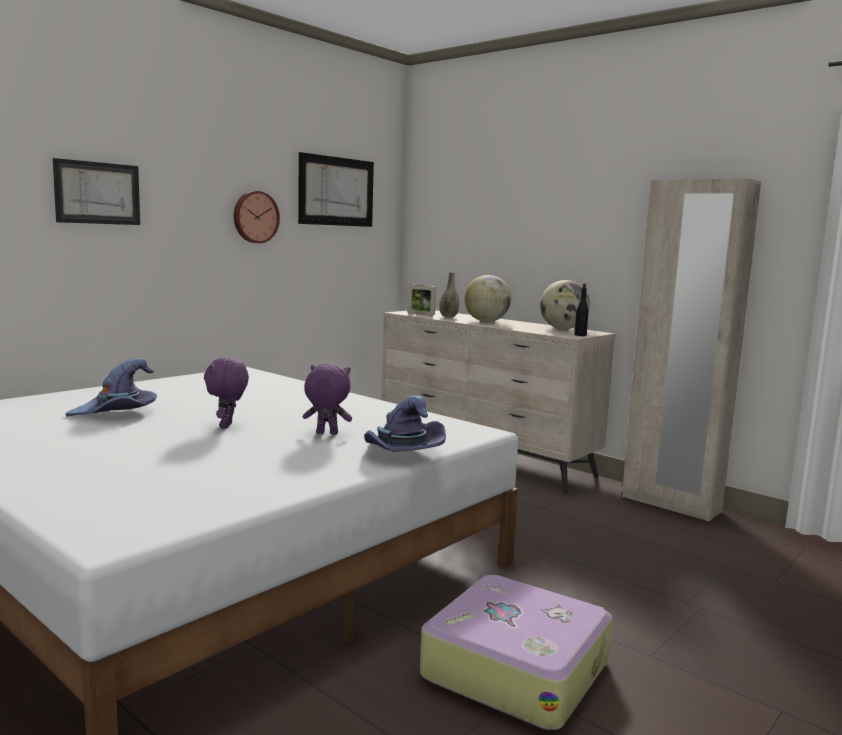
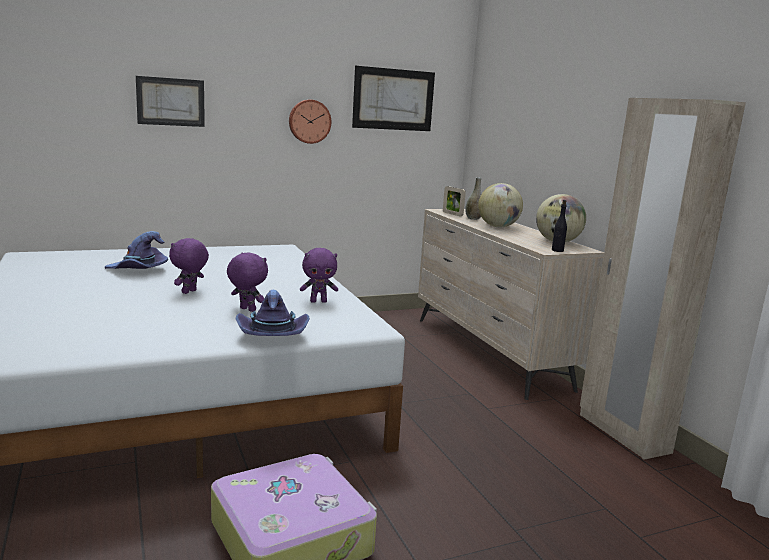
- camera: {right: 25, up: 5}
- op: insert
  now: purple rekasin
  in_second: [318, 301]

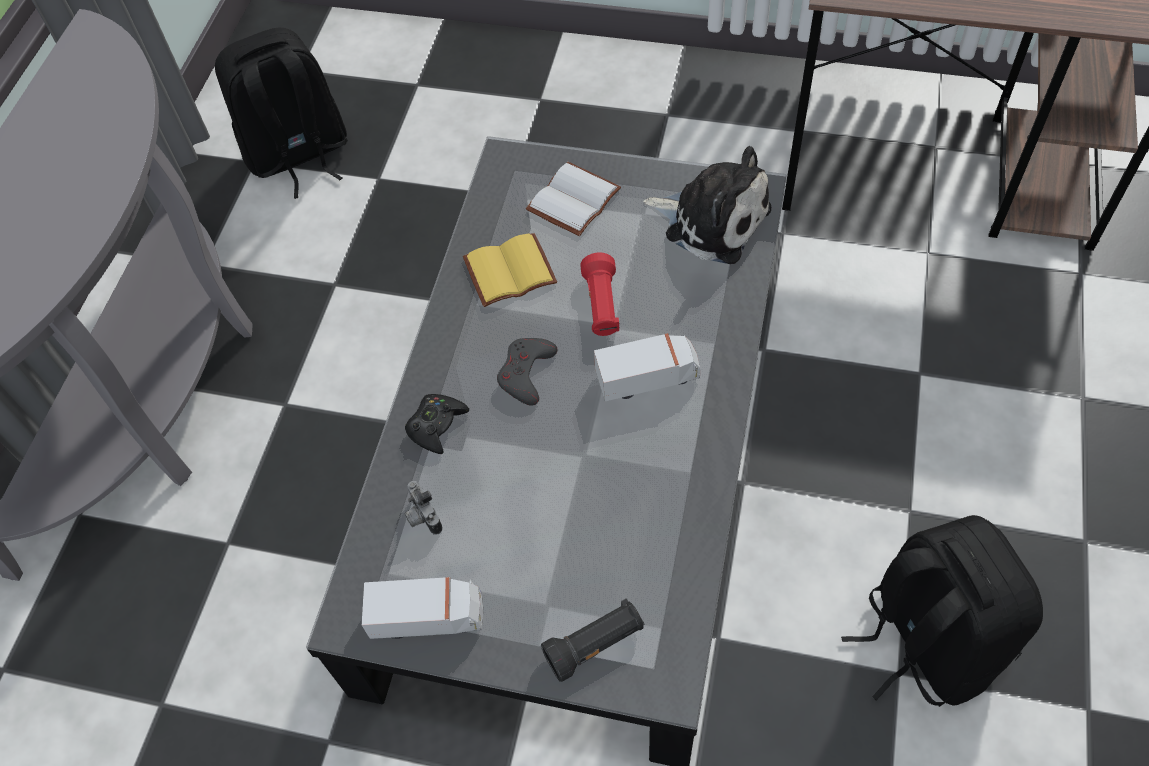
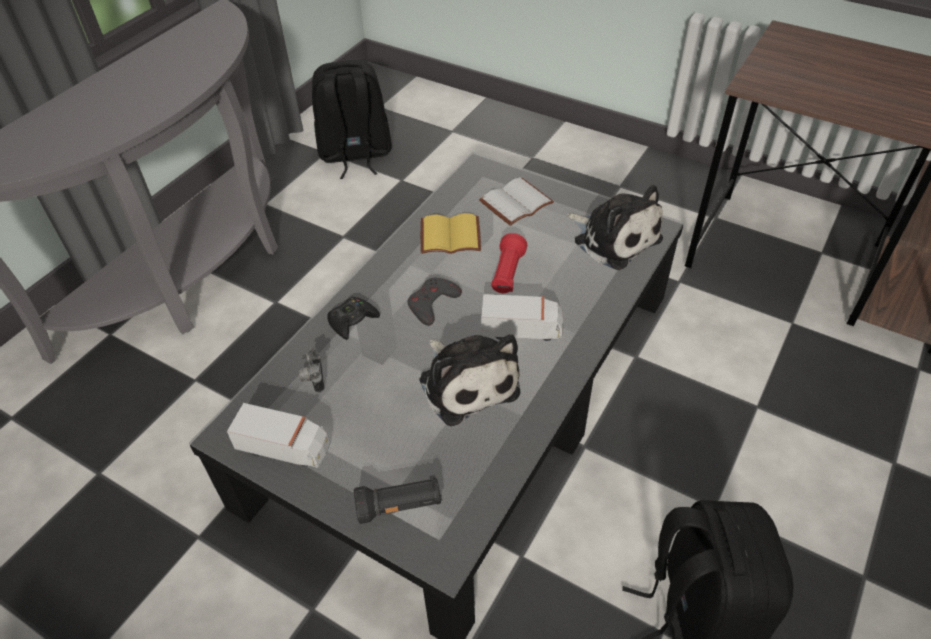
- camera: {right: 15, up: -10}
- op: insert
  now: rekasin
  in_second: [467, 382]

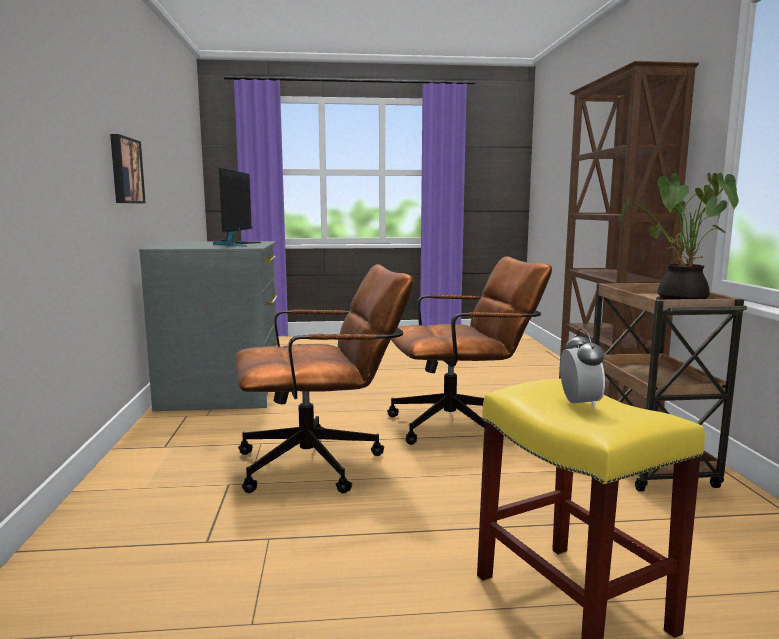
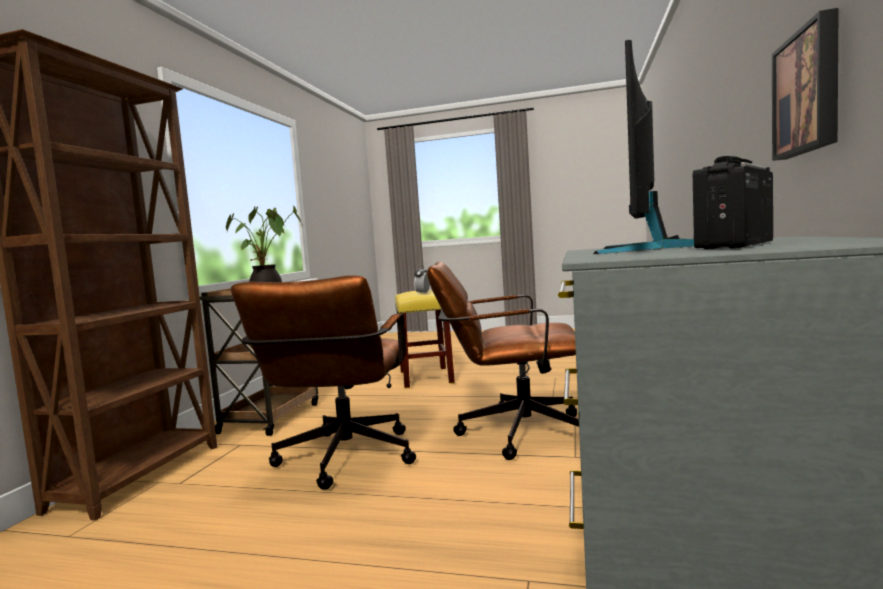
- camera: {right: -160, up: -5}
- op: insert
  now: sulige
  in_second: [735, 246]
- op: rotate
  was: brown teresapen
  in_first: [462, 424]
  in_second: [342, 462]
  clockwise: -90

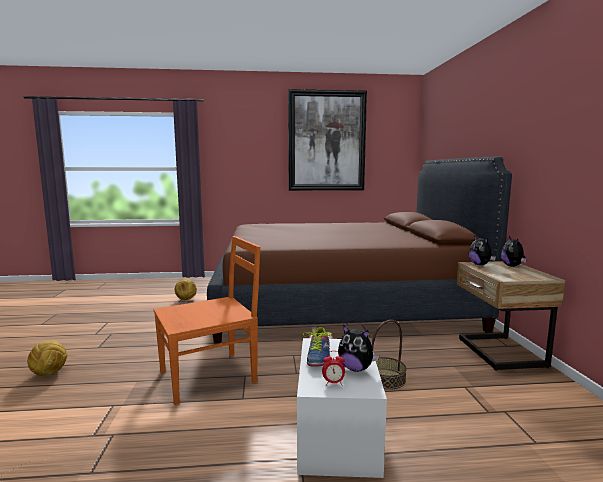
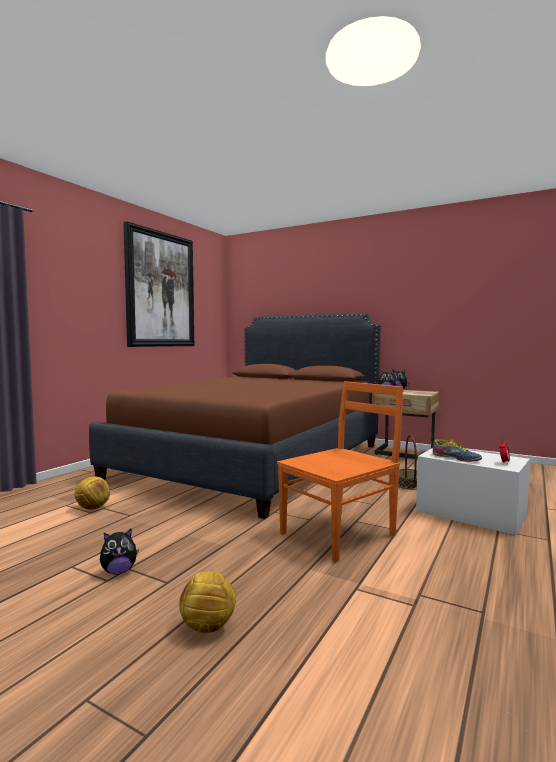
- camera: {right: -55, up: -5}
- op: move
  was: rekasin
  in_first: [356, 368]
  in_second: [119, 571]
- op: rotate
  was: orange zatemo
  in_first: [210, 376]
  in_second: [340, 533]
  clockwise: 45

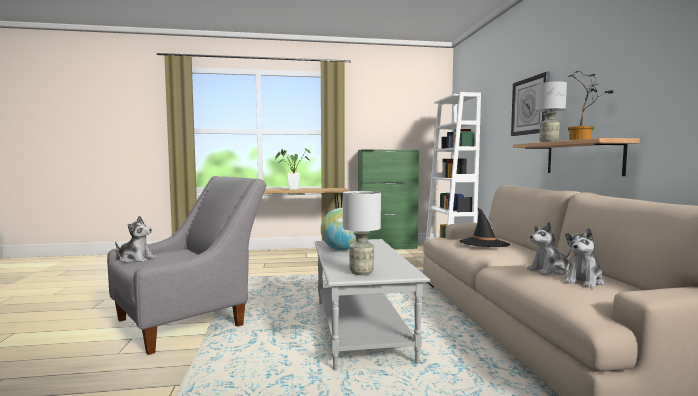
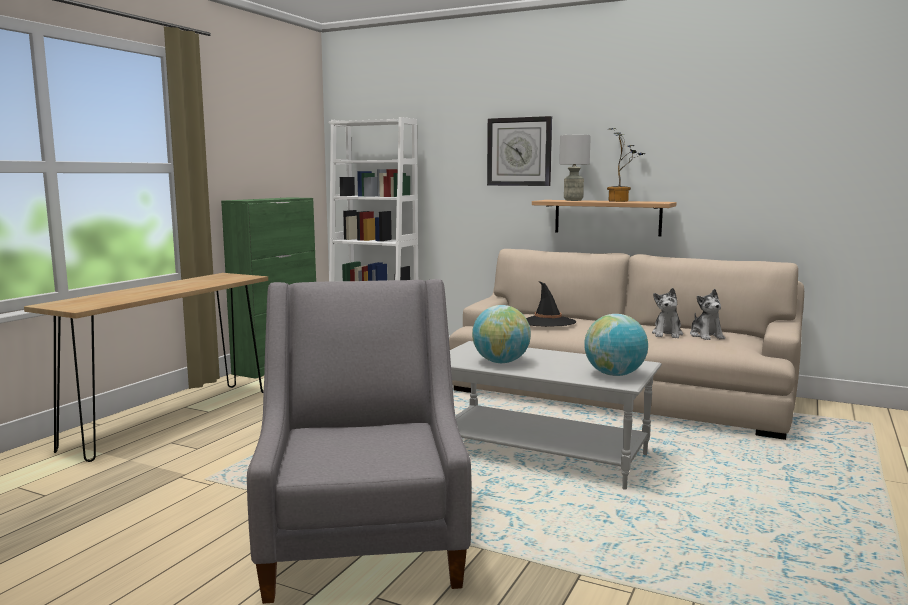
- camera: {right: -55, up: 5}
- op: delete
  was: rekasin
  in_first: [136, 259]
- op: delete
  was: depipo
  in_first: [291, 189]
- op: replace
  was: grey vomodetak
  now: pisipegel
  in_first: [361, 272]
  in_second: [614, 374]

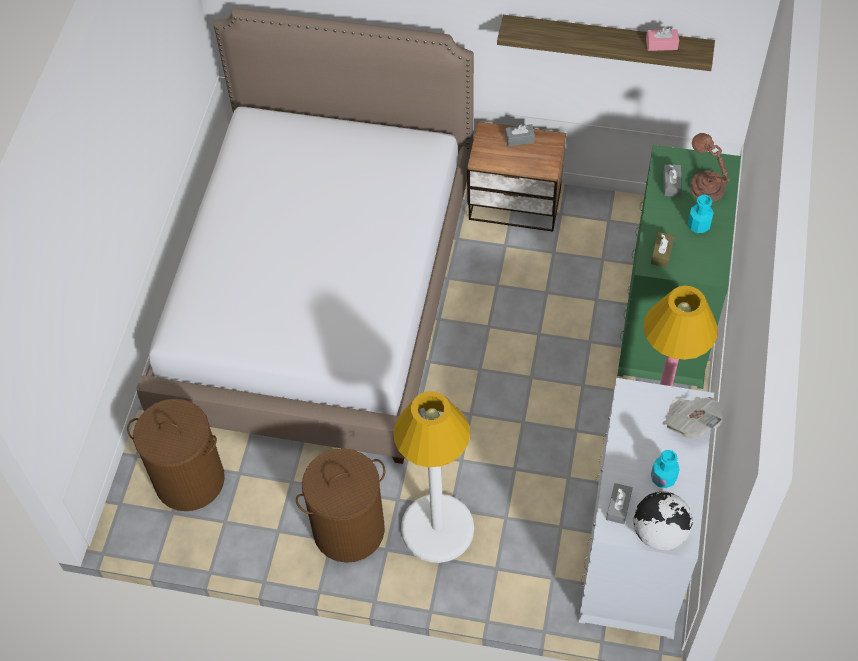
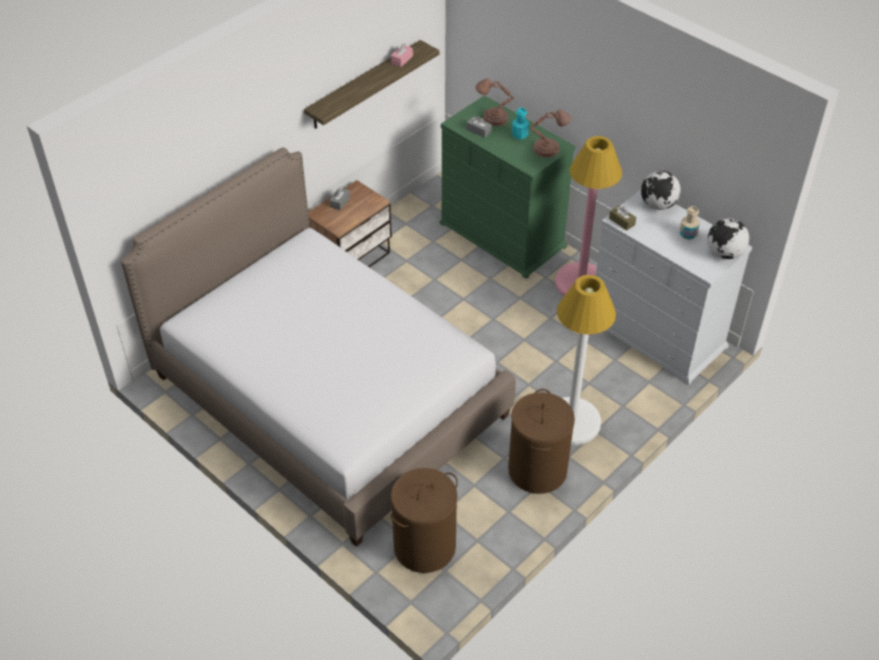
- camera: {right: -60, up: -10}
- op: delete
  was: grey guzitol
  in_first: [618, 506]
- op: insert
  now: brown vomodetak
  in_second: [548, 149]
- op: move
  was: brown guzitol
  in_first: [661, 253]
  in_second: [622, 221]
- op: replace
  was: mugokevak
  now: pisipegel
  in_first: [690, 422]
  in_second: [657, 205]
- op: recolor
  was: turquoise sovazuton
  now: beige sovazuton
  in_first: [663, 478]
  in_second: [688, 234]

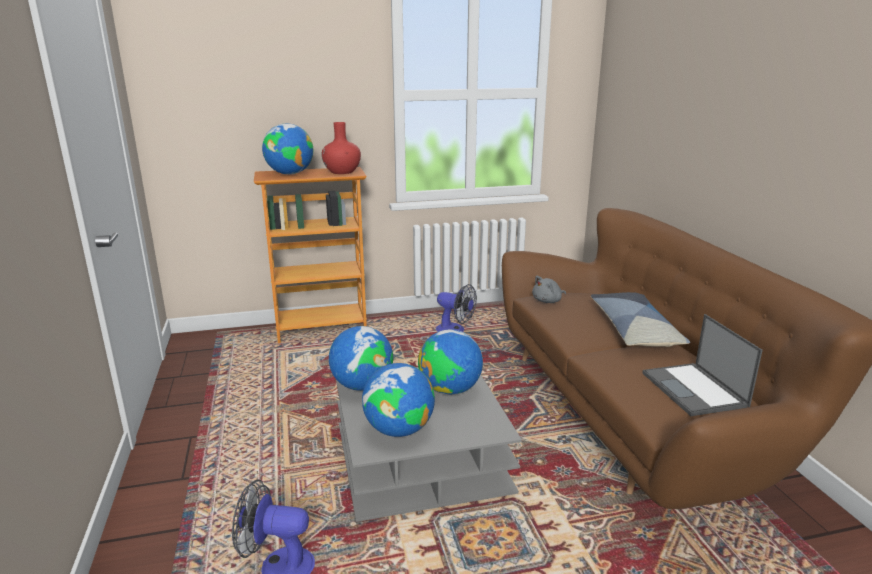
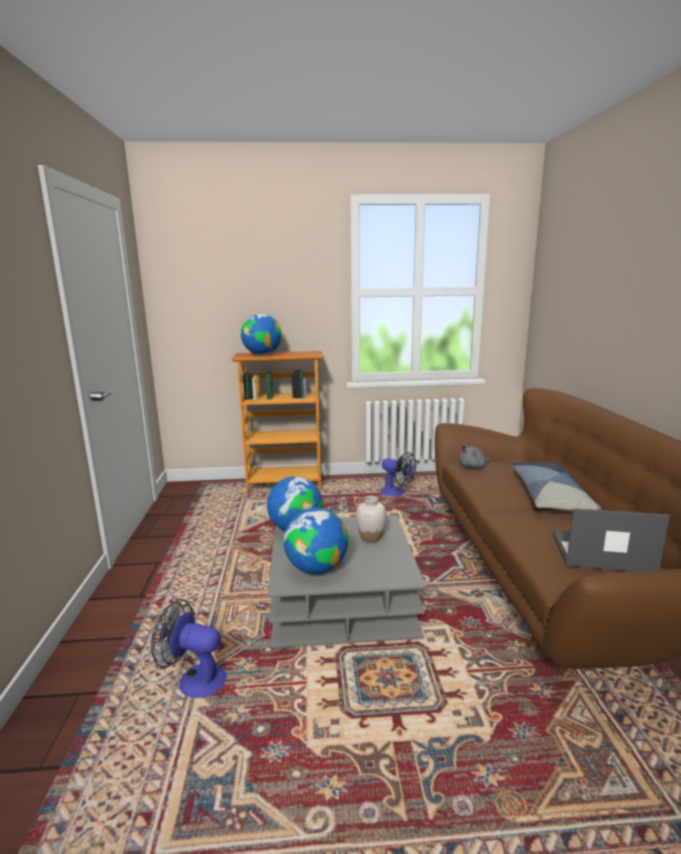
- camera: {right: 10, up: -5}
- op: delete
  was: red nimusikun
  in_first: [342, 172]
- op: replace
  was: pisipegel
  now: white nimusikun
  in_first: [450, 390]
  in_second: [371, 538]
- op: rotate
  was: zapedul
  in_first: [695, 390]
  in_second: [600, 552]
  clockwise: 105

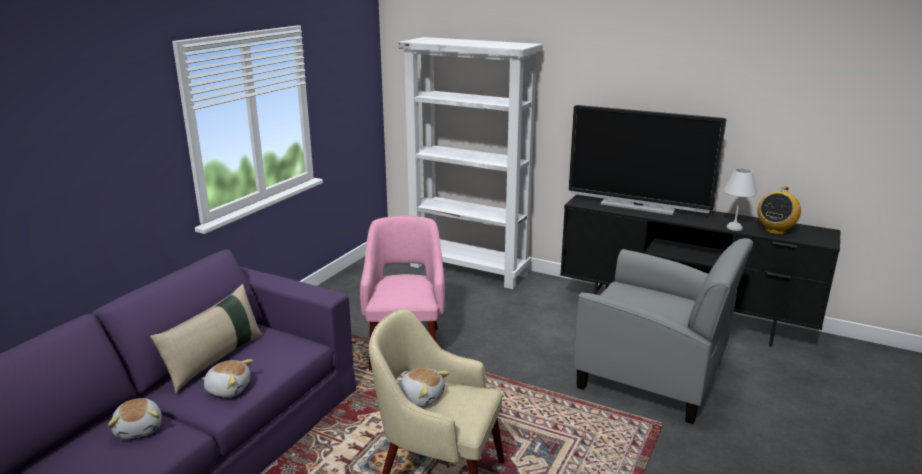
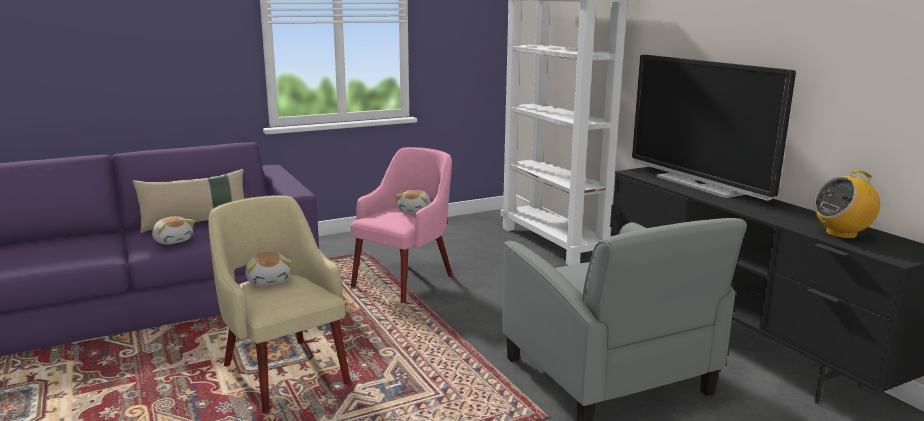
- camera: {right: 35, up: -5}
- op: delete
  was: white vomodetak
  in_first: [734, 228]
- op: move
  was: rekasin
  in_first: [140, 428]
  in_second: [415, 211]

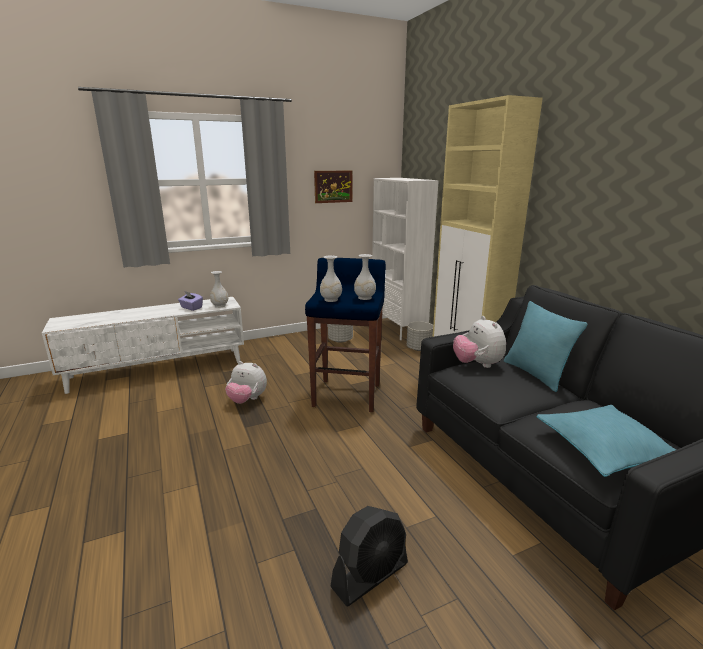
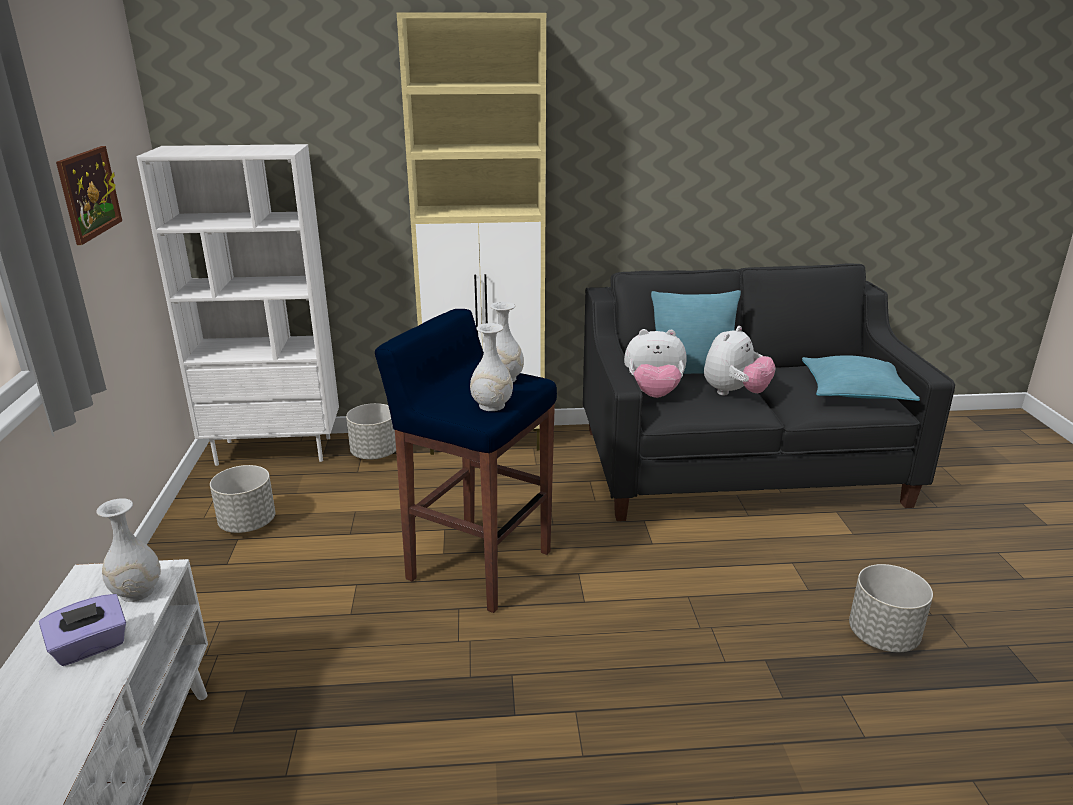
- camera: {right: -70, up: 5}
- op: move
  was: rekasin
  in_first: [247, 400]
  in_second: [734, 393]
- op: replace
  was: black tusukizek
  now: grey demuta
  in_first: [370, 575]
  in_second: [882, 636]

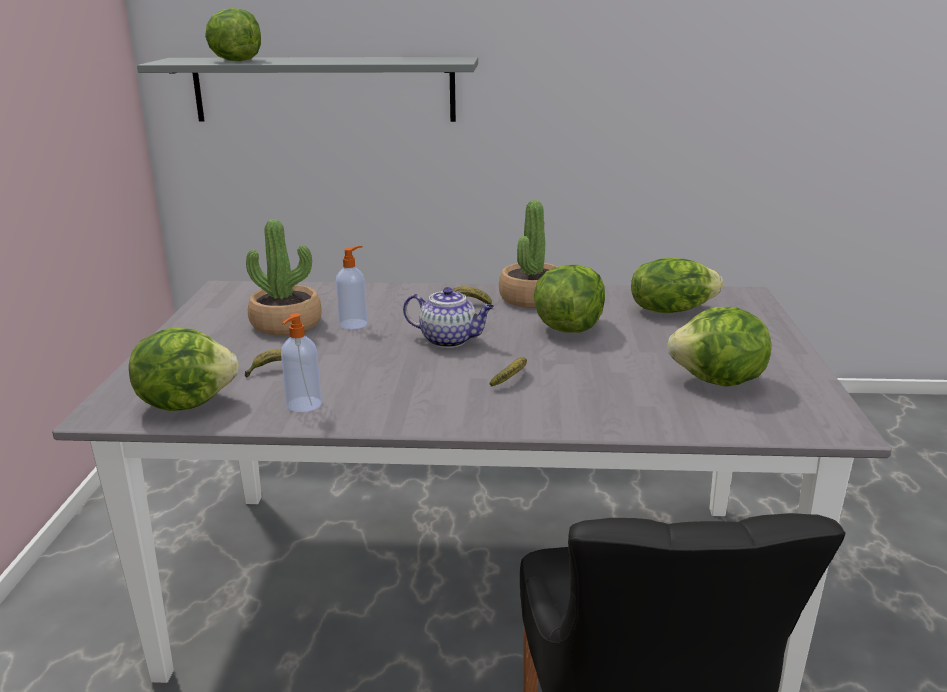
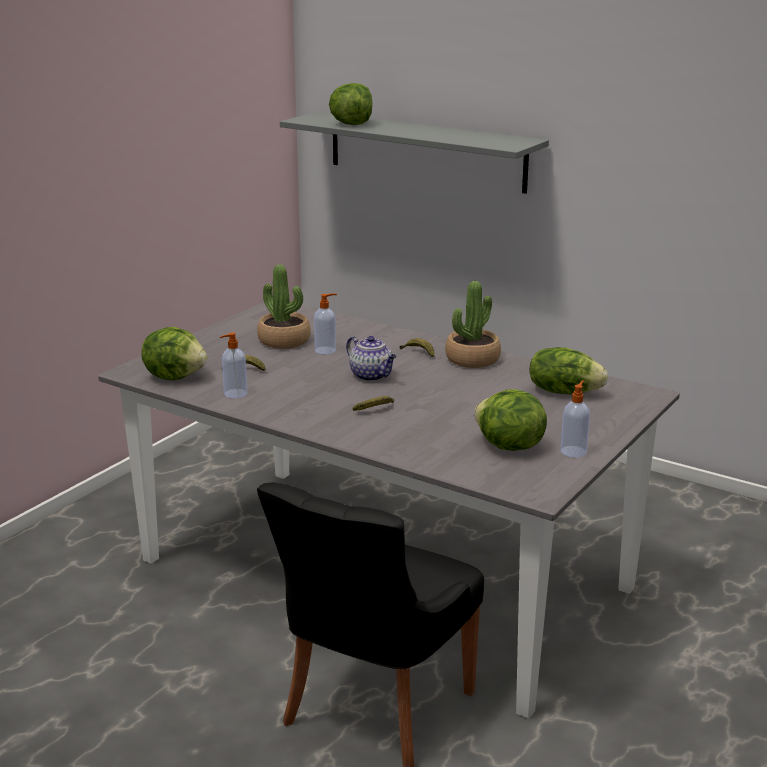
- camera: {right: 30, up: 0}
- op: delete
  was: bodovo
  in_first: [568, 328]
- op: insert
  now: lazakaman
  in_second: [573, 451]

